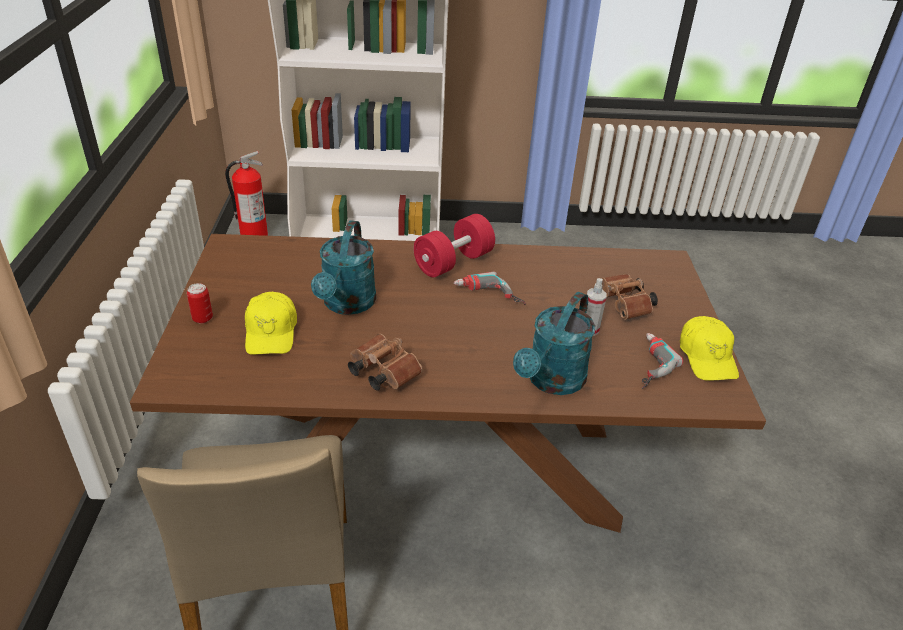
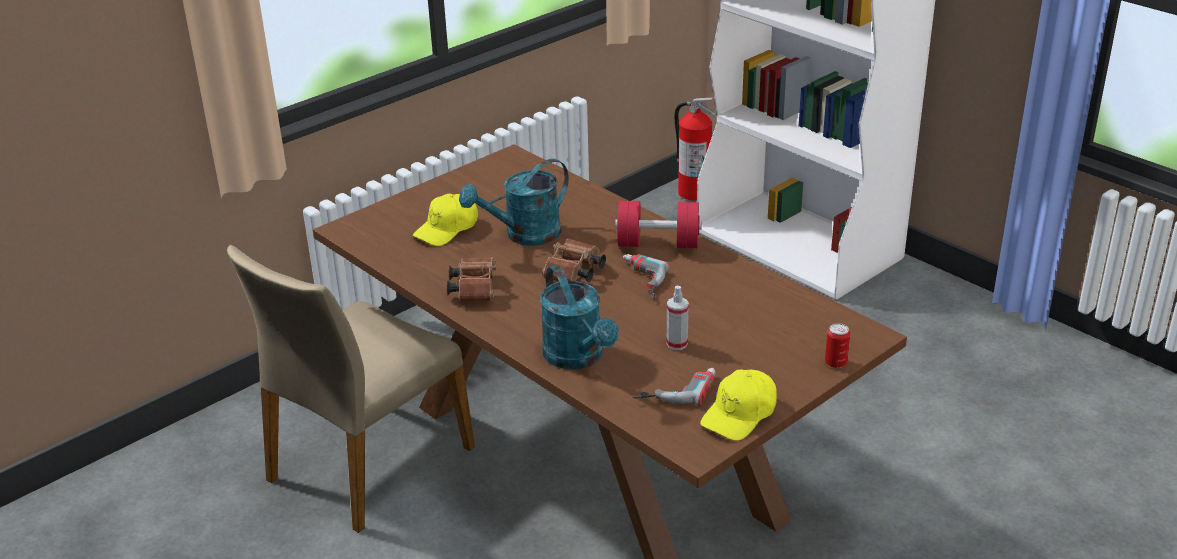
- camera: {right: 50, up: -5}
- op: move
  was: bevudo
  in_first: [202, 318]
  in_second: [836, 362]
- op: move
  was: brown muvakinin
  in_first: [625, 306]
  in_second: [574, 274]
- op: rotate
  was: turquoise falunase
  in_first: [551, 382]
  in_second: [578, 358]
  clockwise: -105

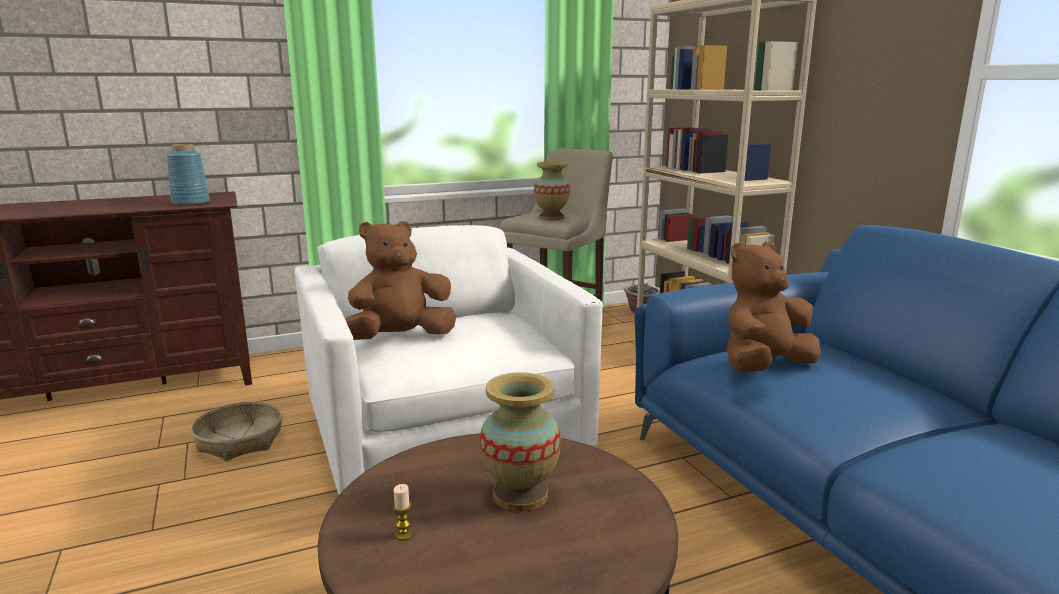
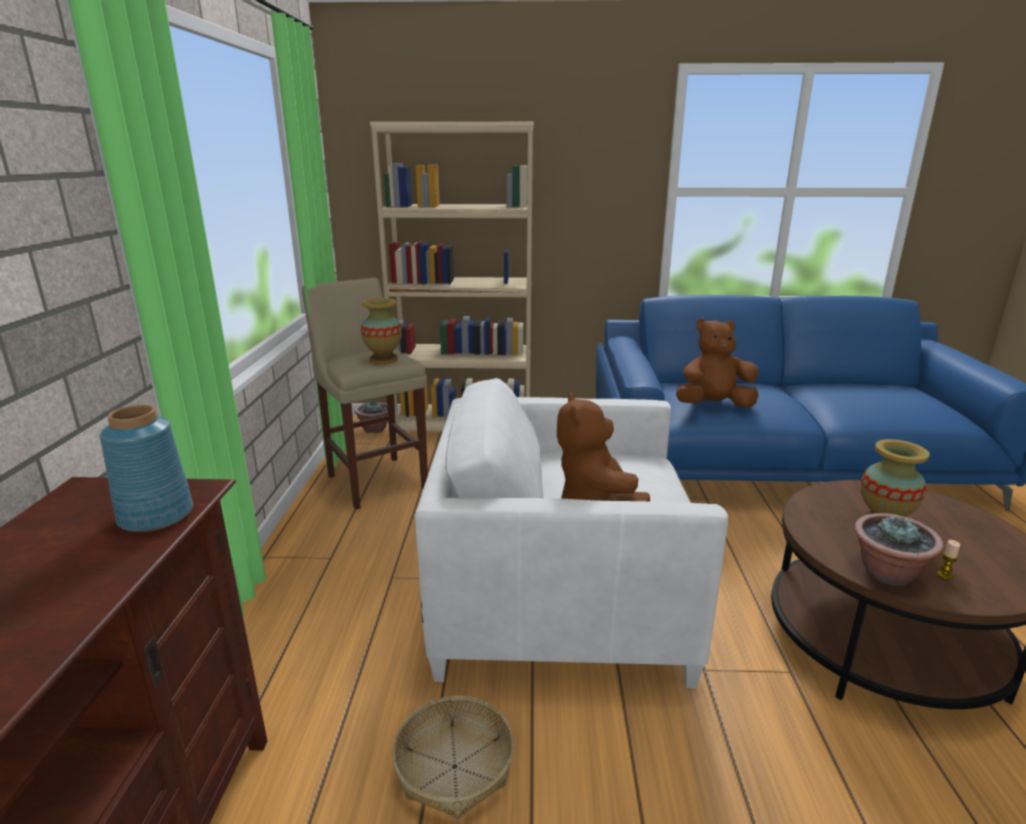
- camera: {right: -65, up: 5}
- op: insert
  now: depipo
  in_second: [888, 574]
- op: rotate
  was: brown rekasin
  in_first: [763, 367]
  in_second: [713, 405]
  clockwise: 90

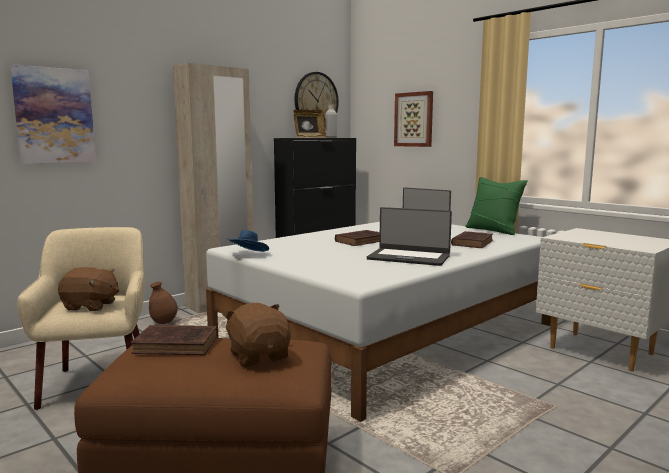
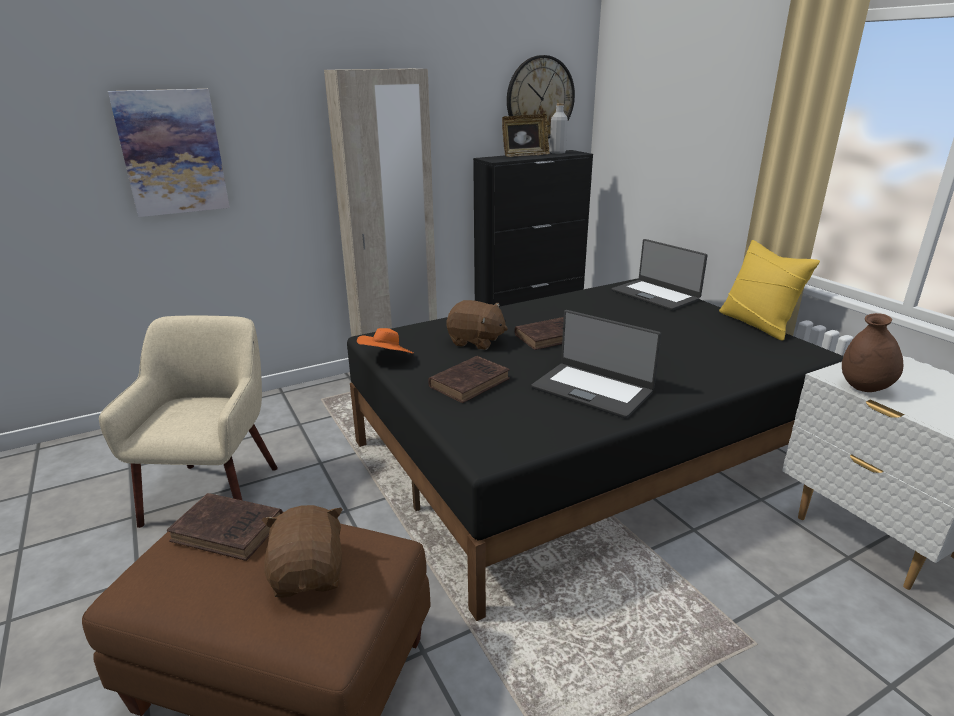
- camera: {right: 15, up: 15}
- op: delete
  was: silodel
  in_first: [414, 119]
- op: move
  was: brown rekasin
  in_first: [90, 306]
  in_second: [476, 341]
- op: move
  was: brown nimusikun
  in_first: [164, 322]
  in_second: [864, 388]
- op: move
  was: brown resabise
  in_first: [472, 242]
  in_second: [471, 382]
- op: recolor
  was: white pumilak
  now: black pumilak
  in_first: [388, 333]
  in_second: [579, 455]
- op: recolor
  was: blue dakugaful
  now: orange dakugaful
  in_first: [248, 255]
  in_second: [386, 358]
- op: recolor
  was: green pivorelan
  now: yellow pivorelan
  in_first: [493, 230]
  in_second: [757, 324]

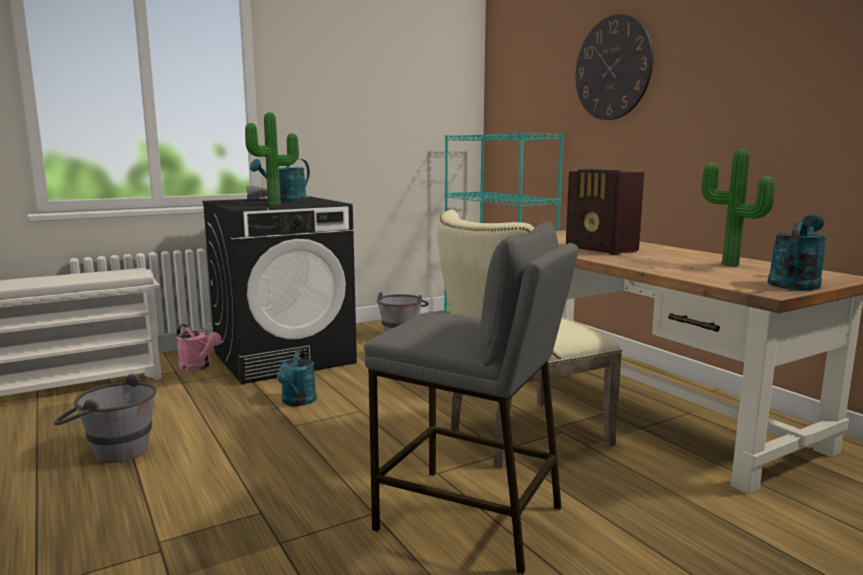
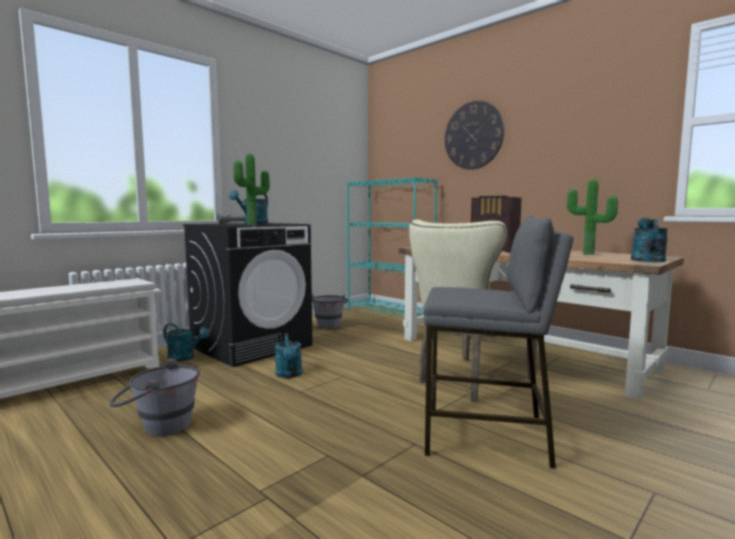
- camera: {right: -15, up: -5}
- op: recolor
  was: pink falunase
  now: turquoise falunase
  in_first: [198, 367]
  in_second: [185, 358]

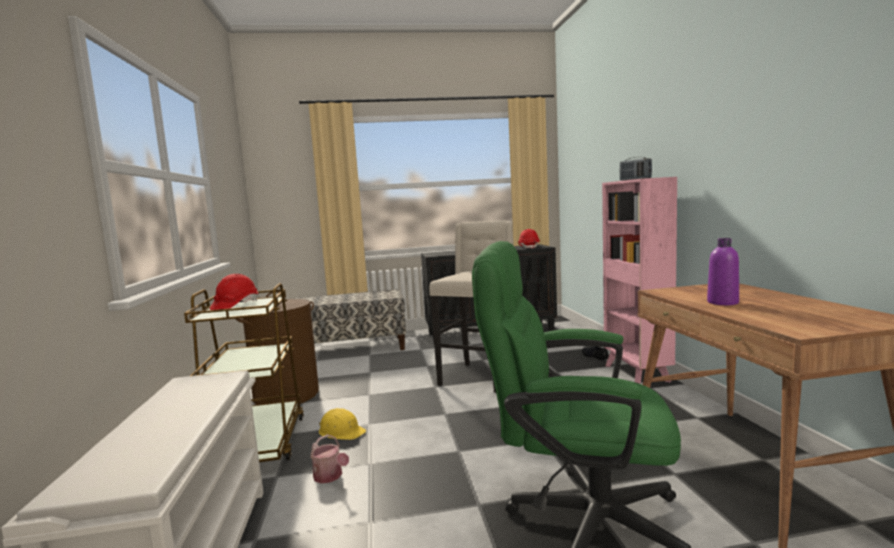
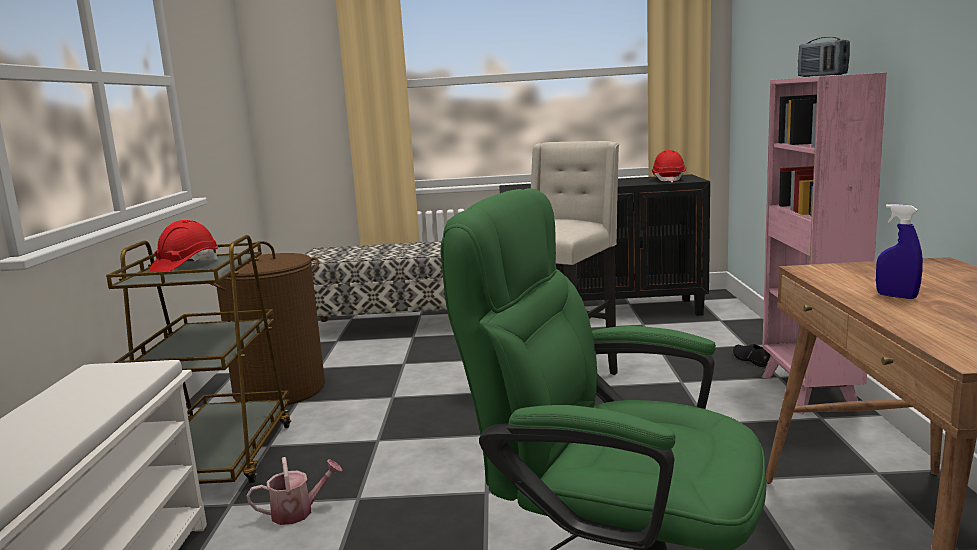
- camera: {right: 10, up: 5}
- op: delete
  was: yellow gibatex
  in_first: [341, 431]
- op: replace
  was: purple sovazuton
  now: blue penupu
  in_first: [722, 302]
  in_second: [896, 296]
- op: rotate
  was: falunase
  in_first: [330, 477]
  in_second: [298, 512]
  clockwise: -75

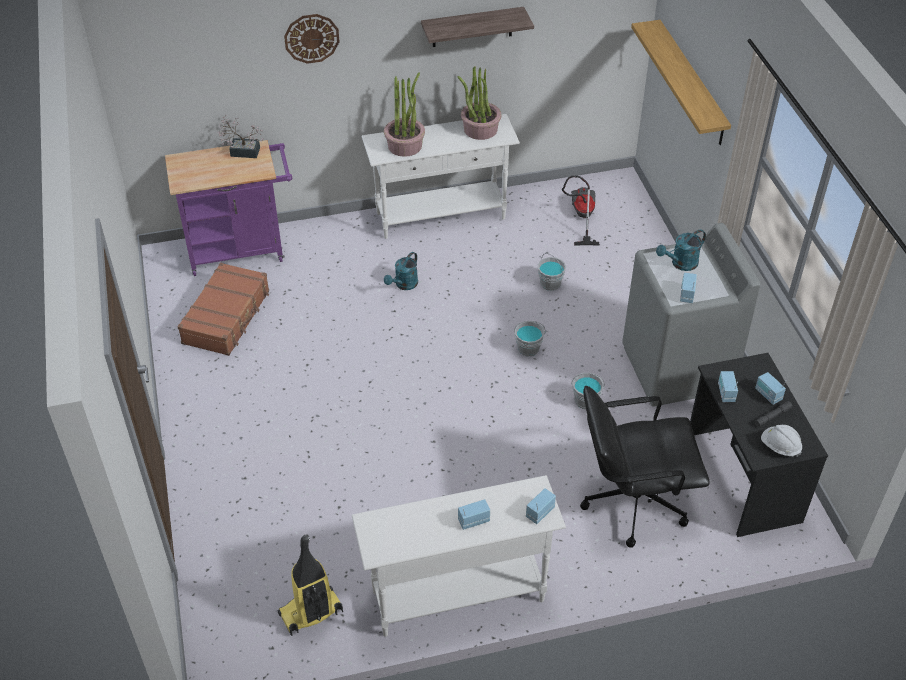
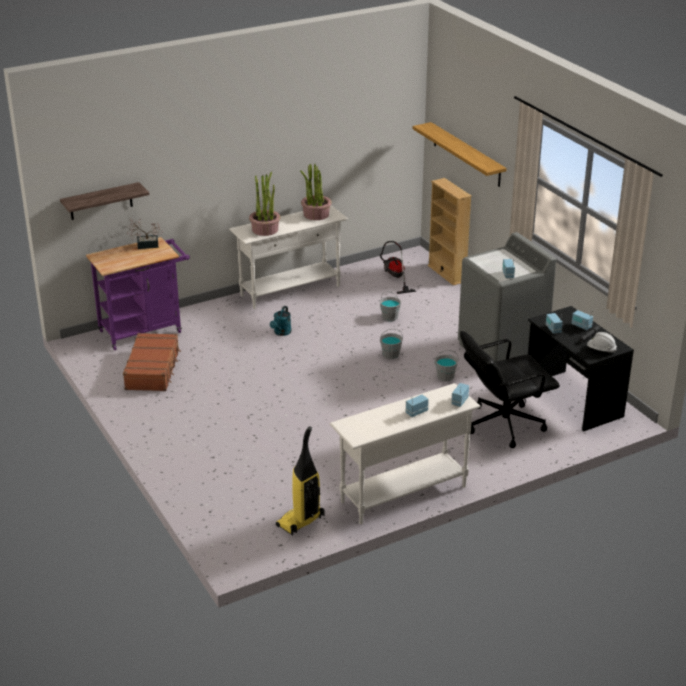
- camera: {right: -15, up: -15}
- op: delete
  was: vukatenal
  in_first: [311, 38]
- op: delete
  was: turquoise falunase
  in_first: [680, 264]
- op: insert
  now: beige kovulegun
  in_second: [447, 273]
- op: move
  was: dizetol
  in_first: [472, 27]
  in_second: [101, 201]

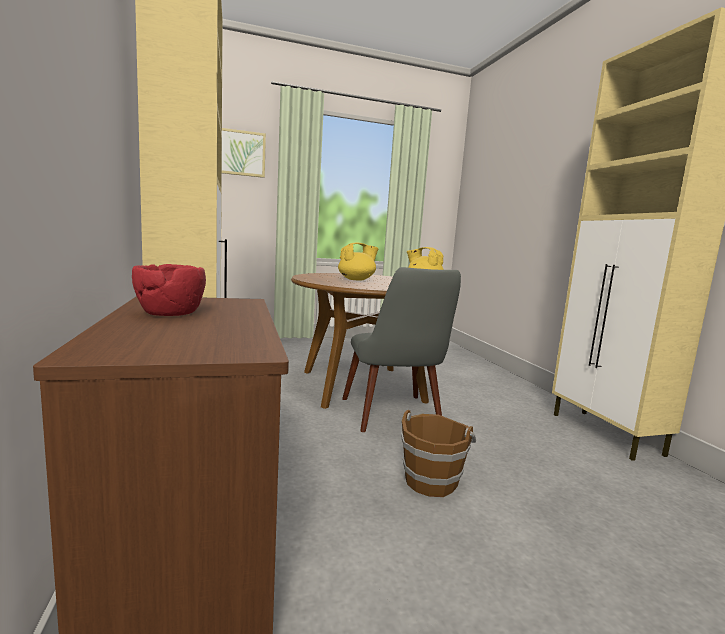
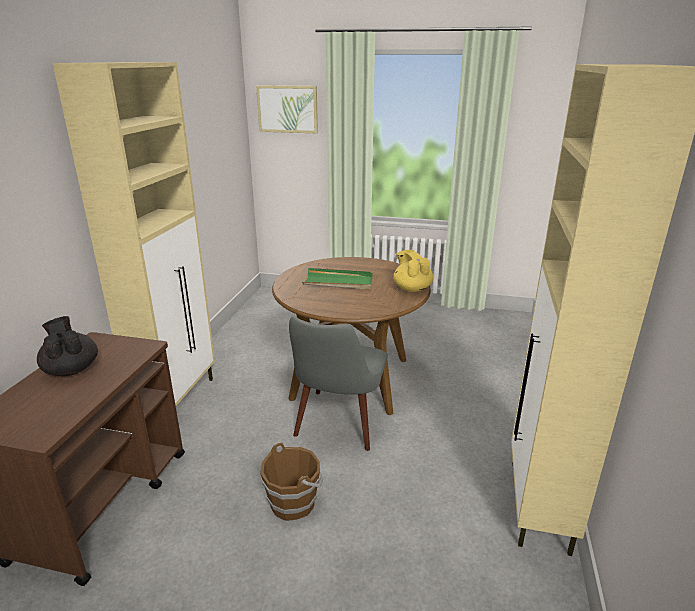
- camera: {right: 30, up: 15}
- op: replace
  was: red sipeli
  now: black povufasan
  in_first: [171, 313]
  in_second: [71, 369]
- op: replace
  was: yellow povufasan
  now: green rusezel
  in_first: [357, 280]
  in_second: [338, 282]

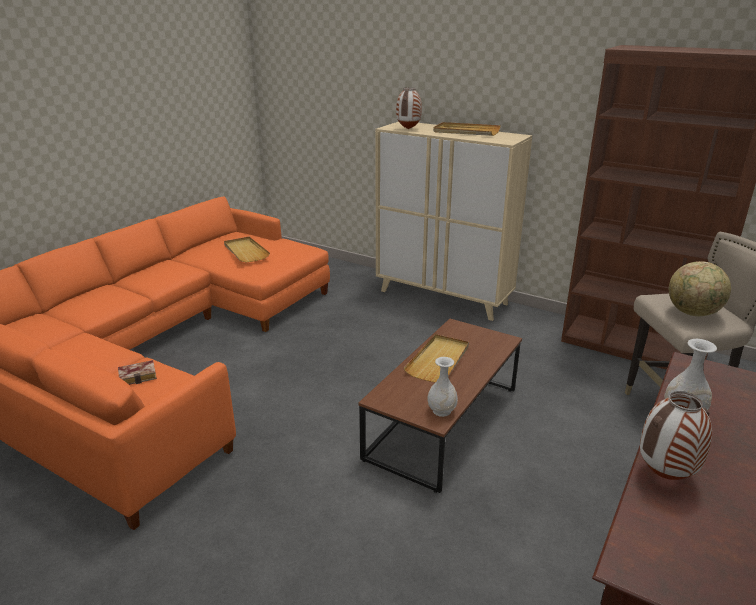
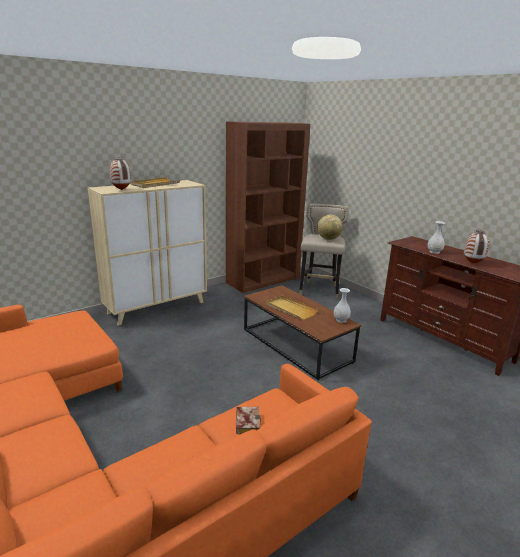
- camera: {right: -70, up: -5}
- op: delete
  was: beige rusezel
  in_first: [245, 251]

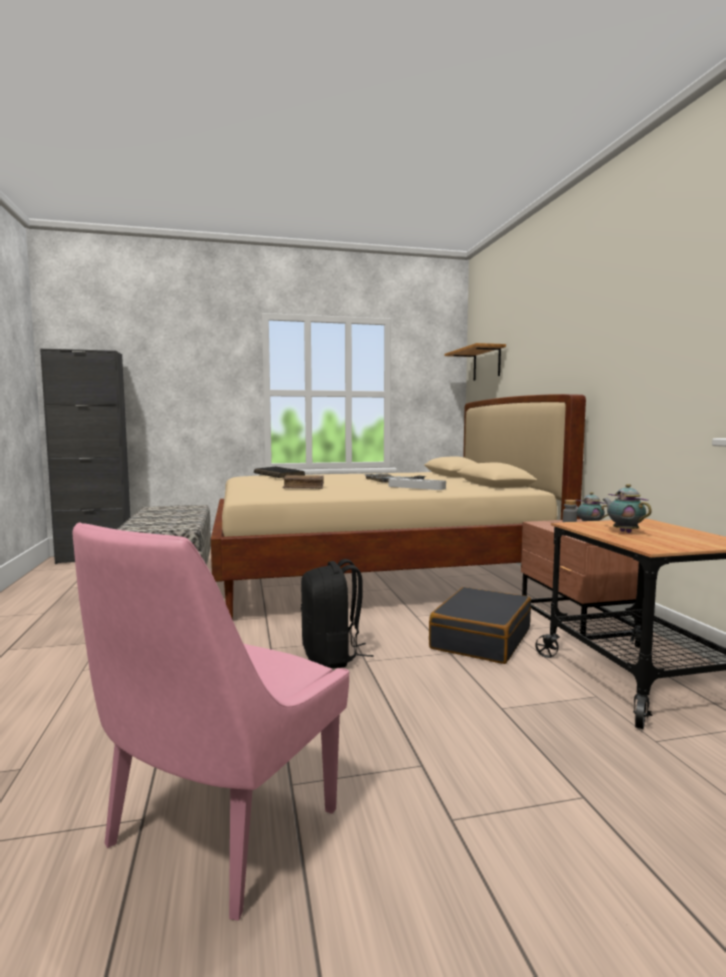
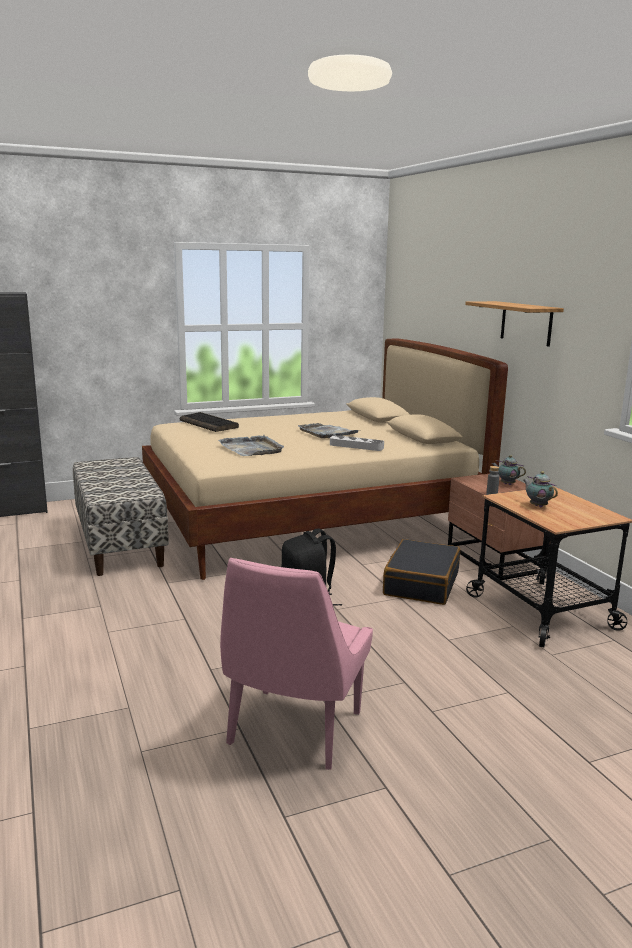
- camera: {right: -10, up: 10}
- op: move
  was: dizetol
  in_first: [486, 364]
  in_second: [526, 323]
- op: replace
  was: brown resabise
  now: grey rusezel
  in_first: [303, 487]
  in_second: [252, 448]

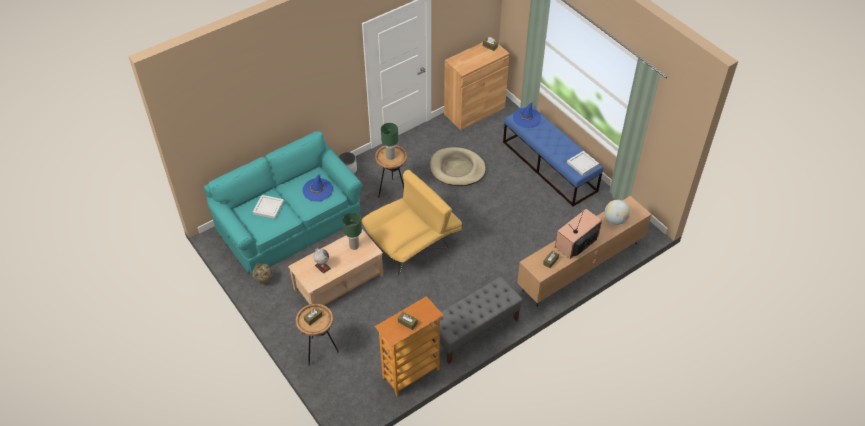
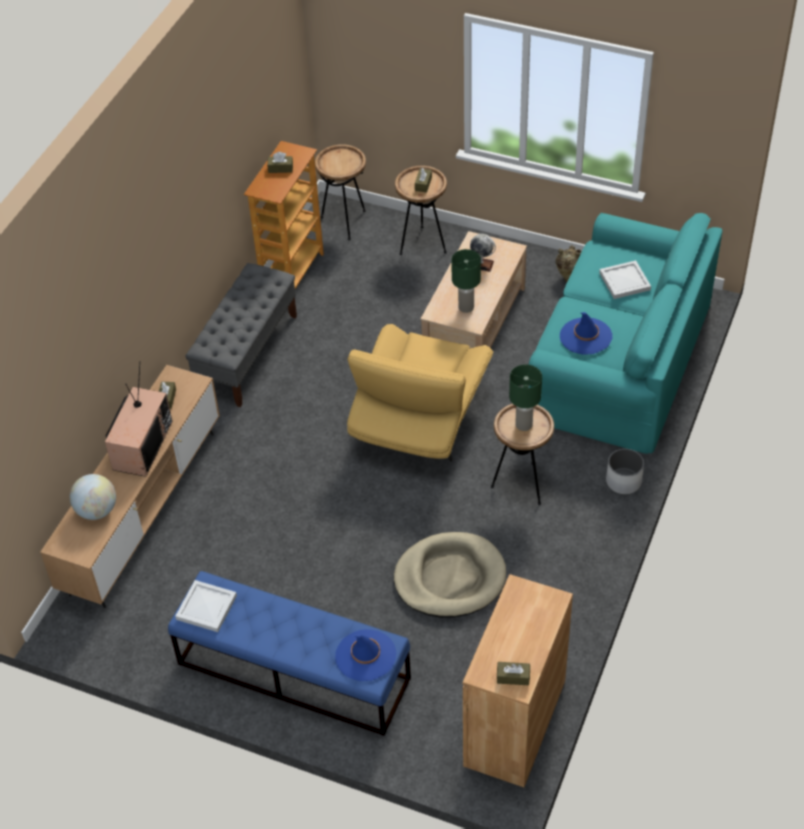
- camera: {right: 150, up: 0}
- op: insert
  now: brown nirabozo
  in_second: [345, 222]

